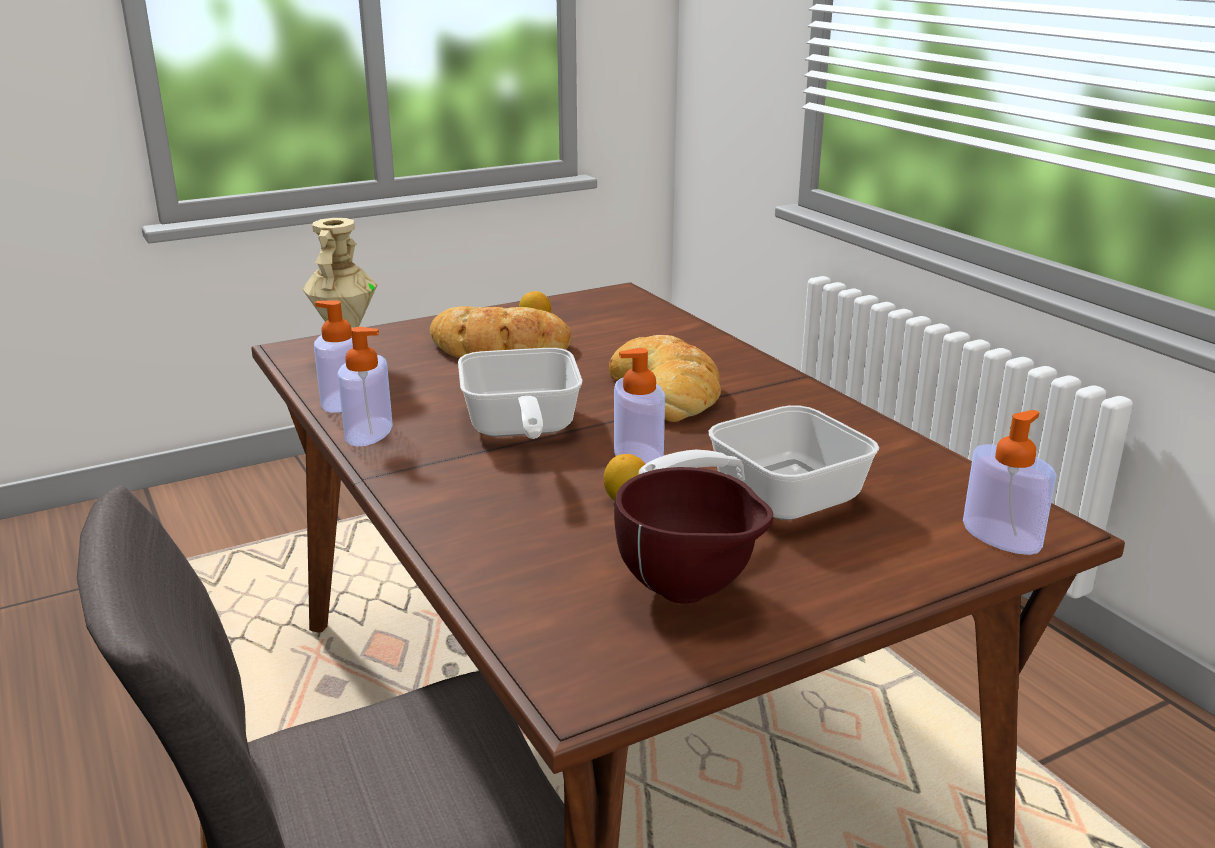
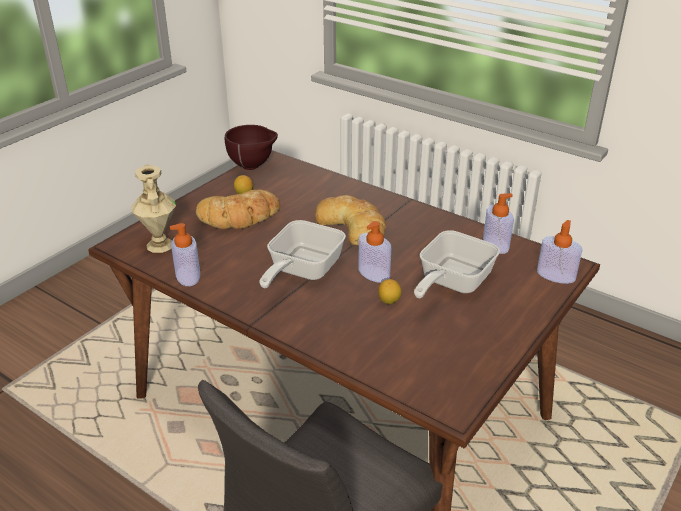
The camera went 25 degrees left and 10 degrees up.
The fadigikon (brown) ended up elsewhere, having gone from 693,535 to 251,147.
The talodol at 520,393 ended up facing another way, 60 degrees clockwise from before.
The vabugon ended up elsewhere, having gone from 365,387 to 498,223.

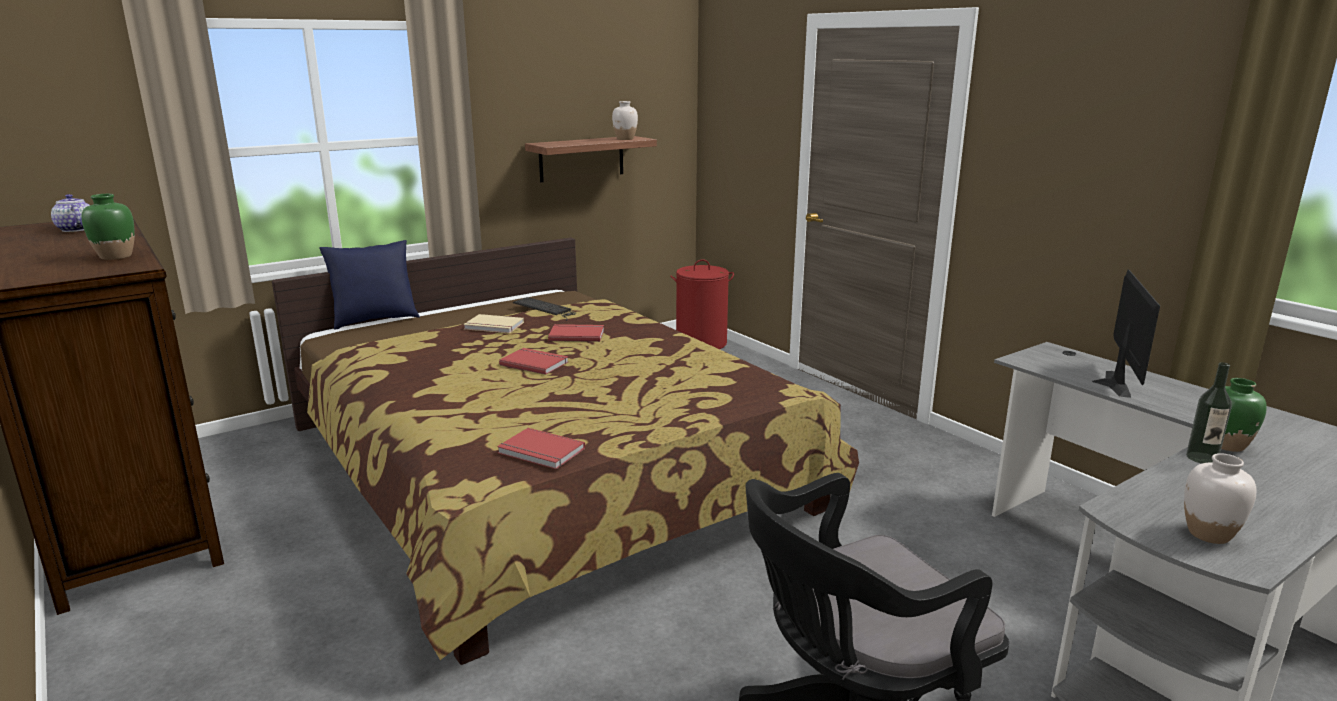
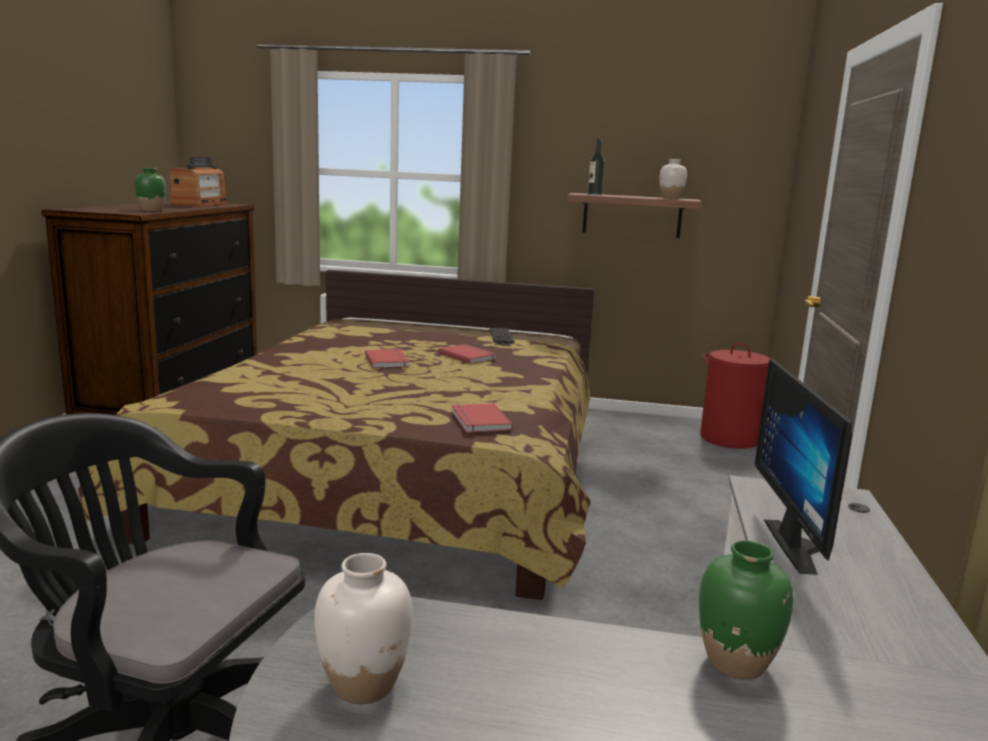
The camera went 45 degrees right and 5 degrees down.
Where the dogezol stood at 70,213, the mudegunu came to stand at 198,182.
The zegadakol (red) ended up elsewhere, having gone from 541,448 to 482,418.
The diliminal ended up elsewhere, having gone from 1209,413 to 596,167.
The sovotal at 1126,334 ended up facing another way, 120 degrees clockwise from before.
The second view lost the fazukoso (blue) at 369,285.
The second view lost the zegadakol (beige) at 493,323.

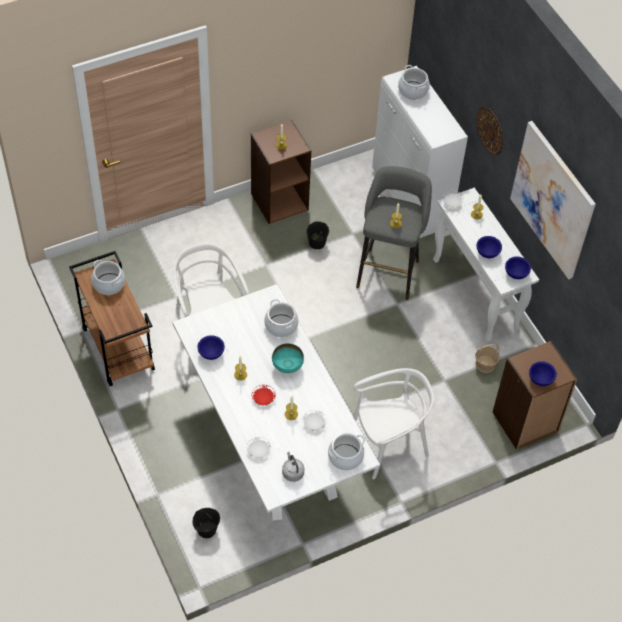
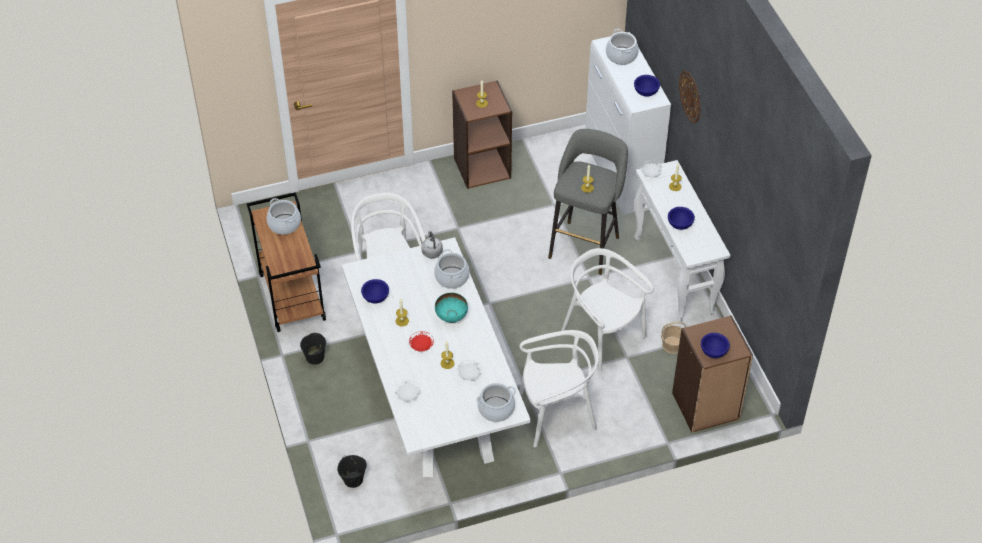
The camera went 10 degrees right and 5 degrees down.
The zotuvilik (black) ended up elsewhere, having gone from 317,235 to 313,349.
The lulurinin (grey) ended up elsewhere, having gone from 293,467 to 432,244.
The second view gained the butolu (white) at 607,310.
The fadigikon (blue) ended up elsewhere, having gone from 518,268 to 647,86.
The second view lost the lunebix at 553,200.

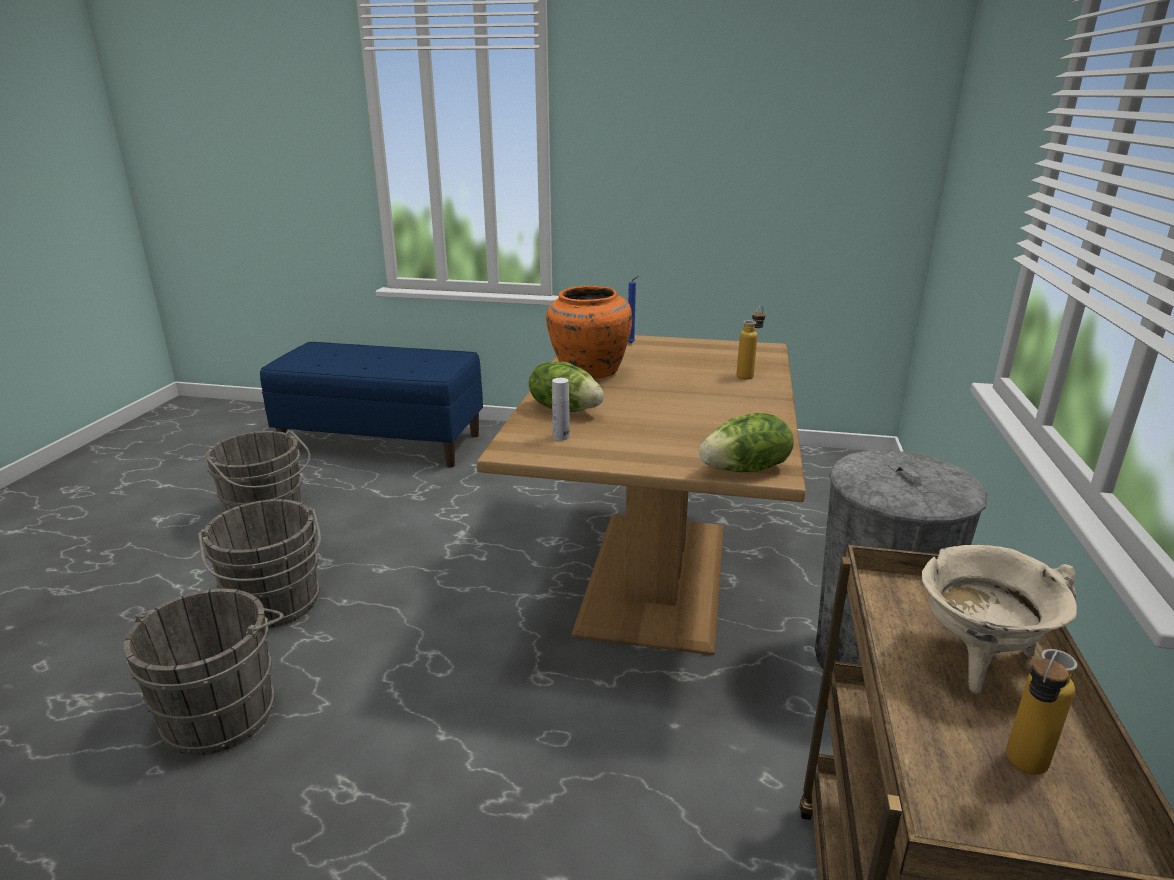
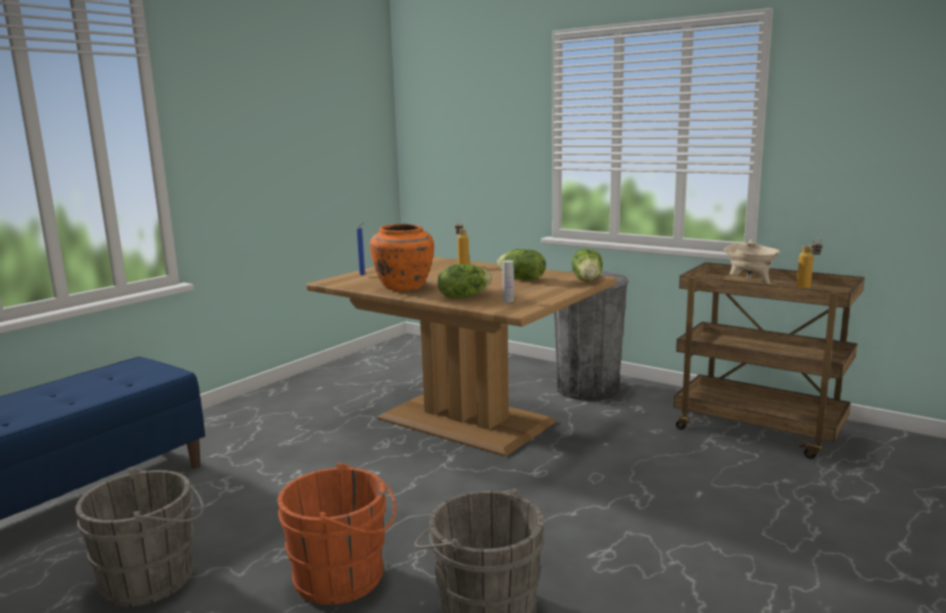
The camera went 65 degrees left and 10 degrees down.
What was the zotuvilik (grey) at 259,563 turned into the zotuvilik (orange) at 337,534.
The second view gained the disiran at 521,264.

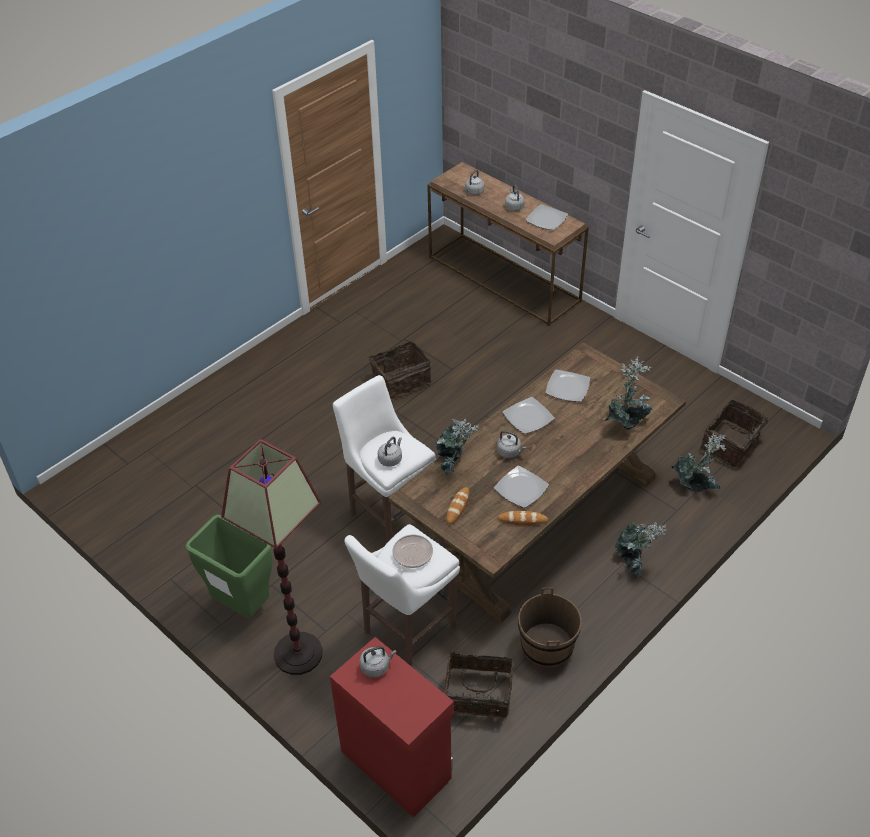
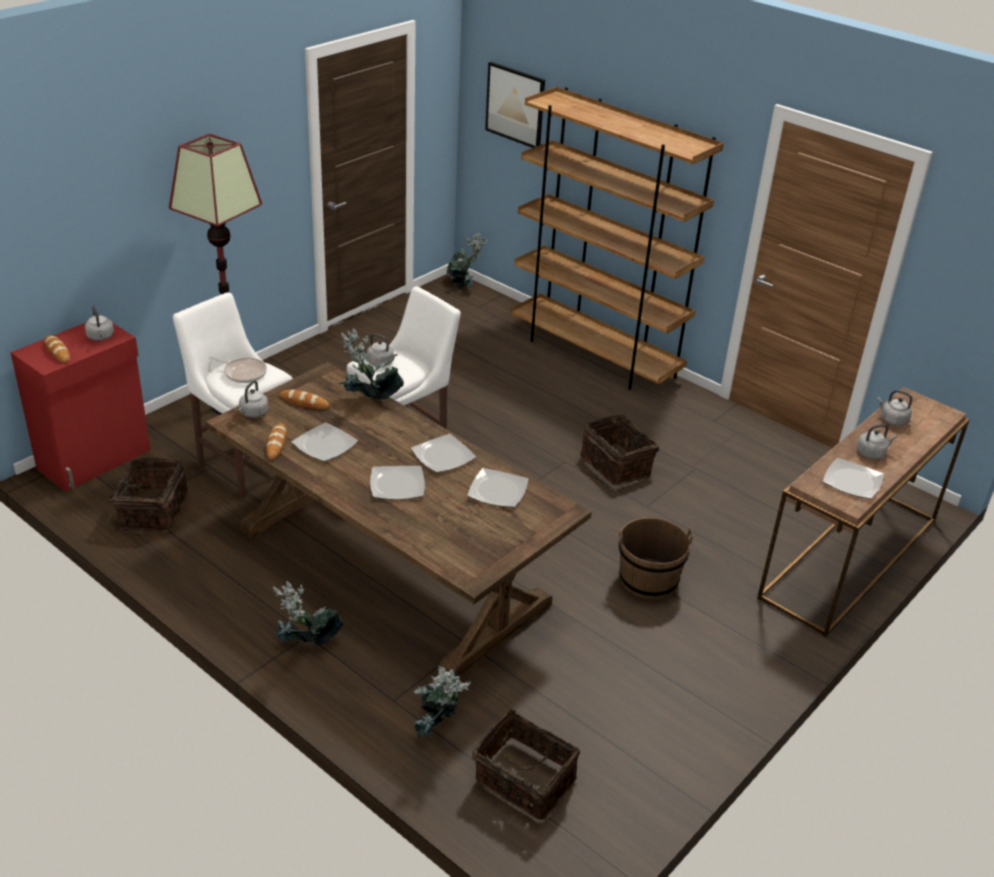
The camera went 85 degrees right and 10 degrees down.
The second view gained the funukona at 57,349.
The lulurinin (grey) ended up elsewhere, having gone from 511,444 to 253,399.
The second view gained the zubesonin at 397,483.
The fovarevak ended up elsewhere, having gone from 628,393 to 466,261.
The second view gained the lunebix at 515,105.
The second view gained the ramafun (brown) at 617,238.
The zotuvilik (brown) ended up elsewhere, having gone from 550,627 to 656,558.
The second view lost the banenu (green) at 229,566.

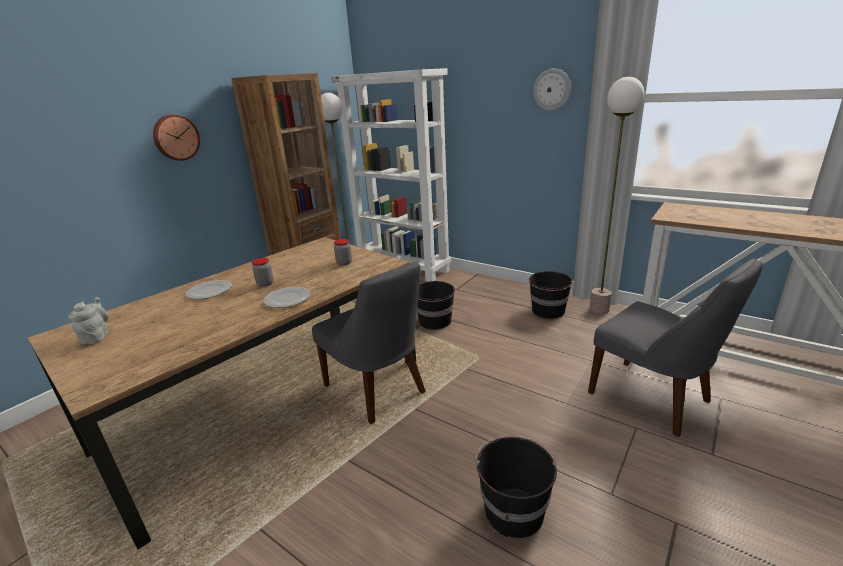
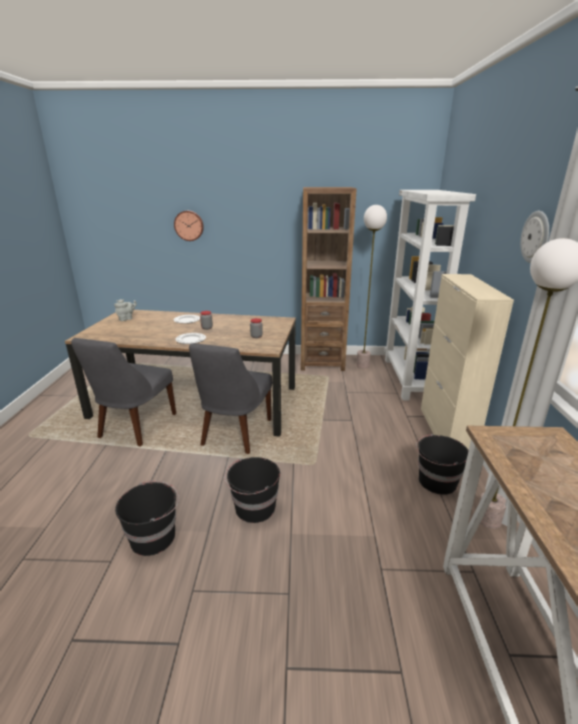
The camera went 55 degrees right and 0 degrees up.
The butolu (grey) ended up elsewhere, having gone from 675,348 to 123,392.
The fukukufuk ended up elsewhere, having gone from 176,137 to 189,226.
The zotuvilik (black) ended up elsewhere, having gone from 436,305 to 252,490.
The second view gained the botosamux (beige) at 467,362.

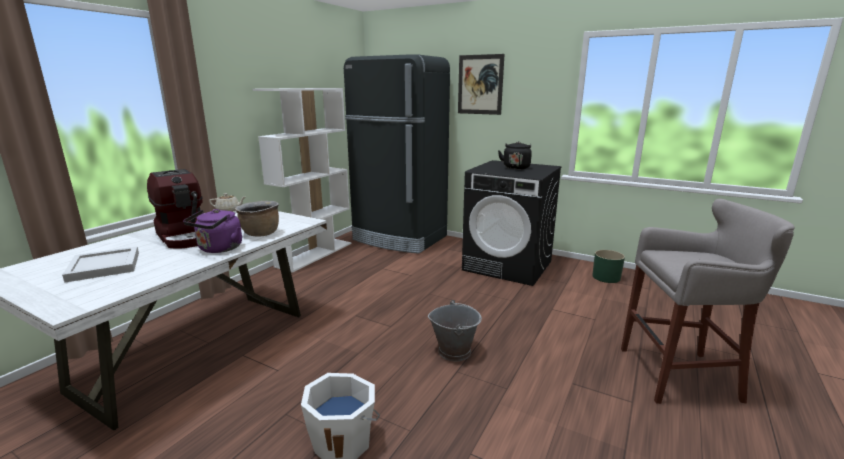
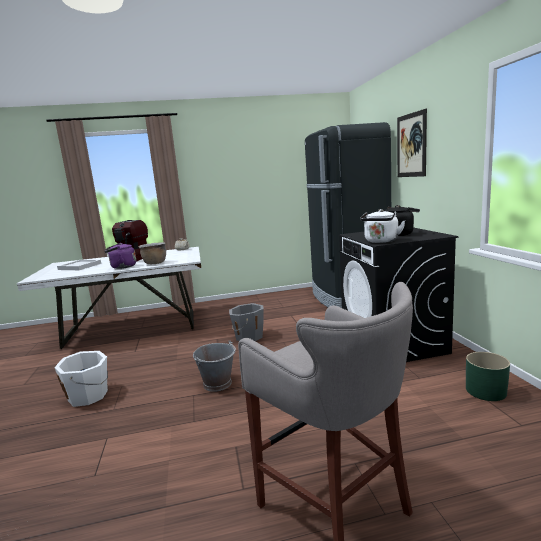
The camera went 50 degrees right and 5 degrees down.
The second view gained the zotuvilik (grey) at 246,322.
The second view gained the lulurinin (white) at 382,226.
The second view lost the ramafun (white) at 302,180.

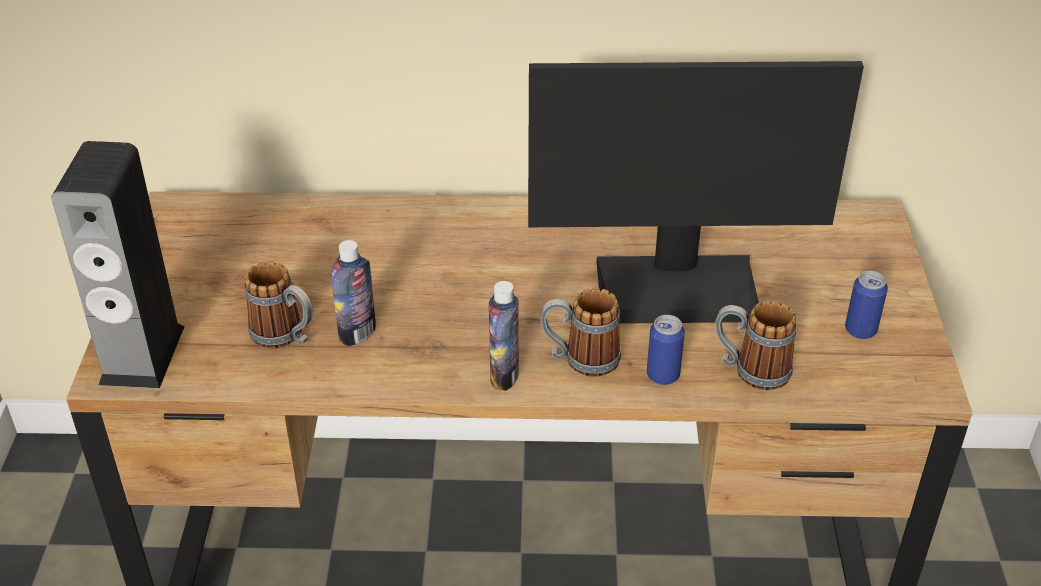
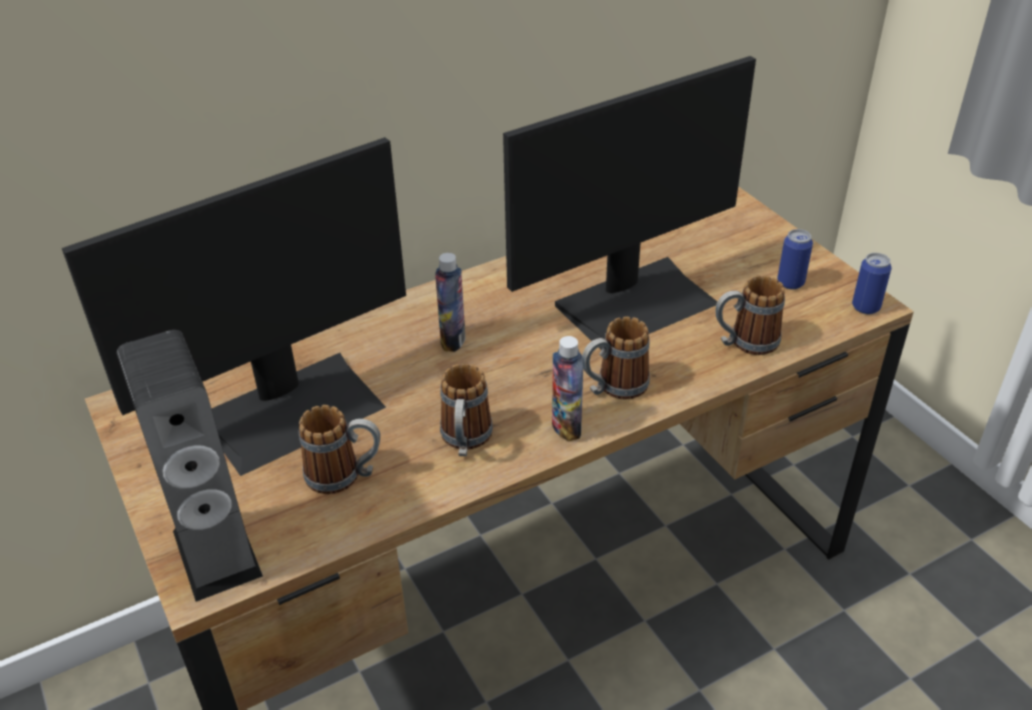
The camera went 30 degrees left and 0 degrees up.
The second view gained the sovotal at 234,306.
The diliminal ended up elsewhere, having gone from 354,293 to 450,302.
The second view gained the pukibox at 466,409.
The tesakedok ended up elsewhere, having gone from 666,350 to 872,283.

